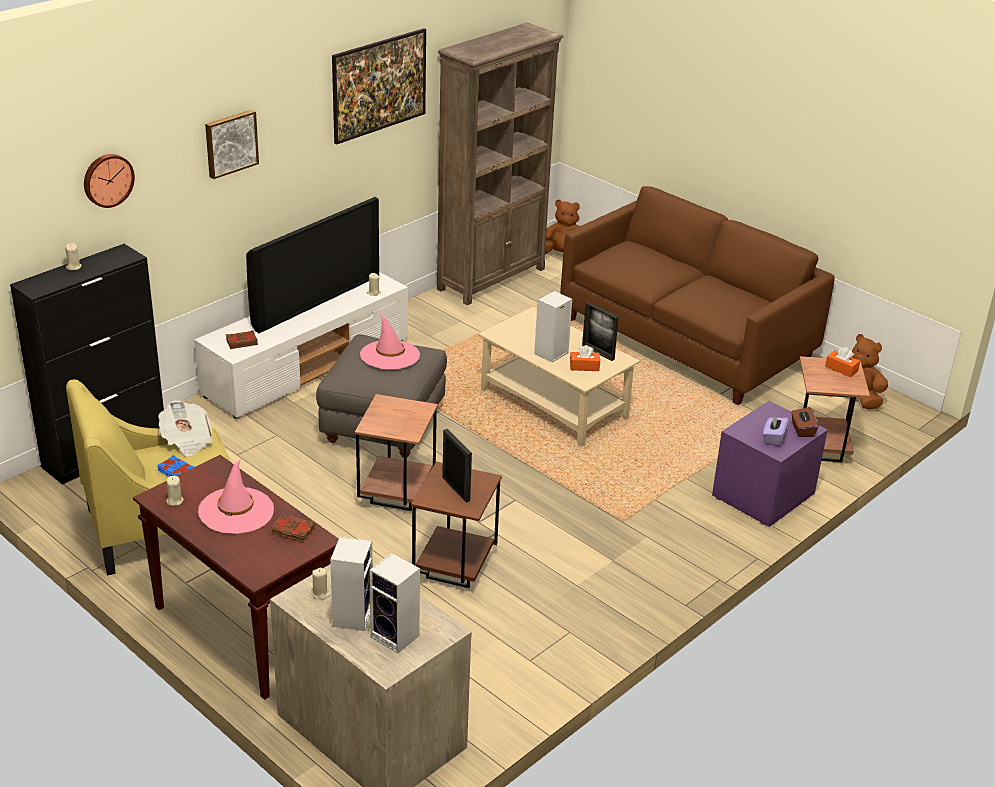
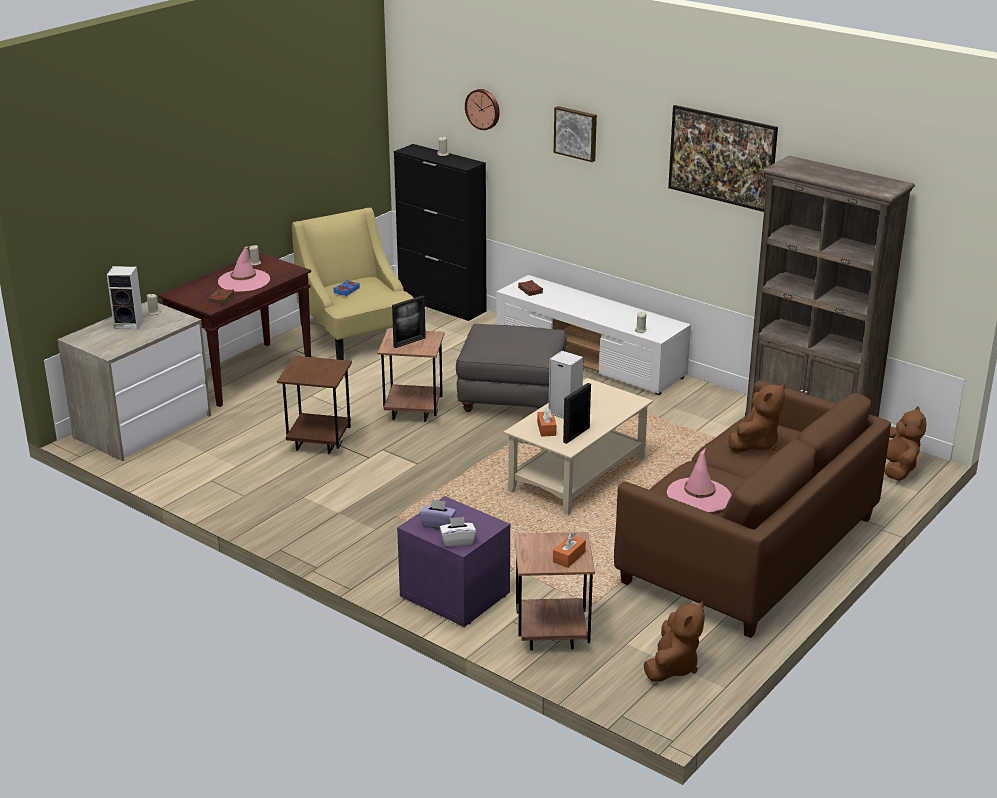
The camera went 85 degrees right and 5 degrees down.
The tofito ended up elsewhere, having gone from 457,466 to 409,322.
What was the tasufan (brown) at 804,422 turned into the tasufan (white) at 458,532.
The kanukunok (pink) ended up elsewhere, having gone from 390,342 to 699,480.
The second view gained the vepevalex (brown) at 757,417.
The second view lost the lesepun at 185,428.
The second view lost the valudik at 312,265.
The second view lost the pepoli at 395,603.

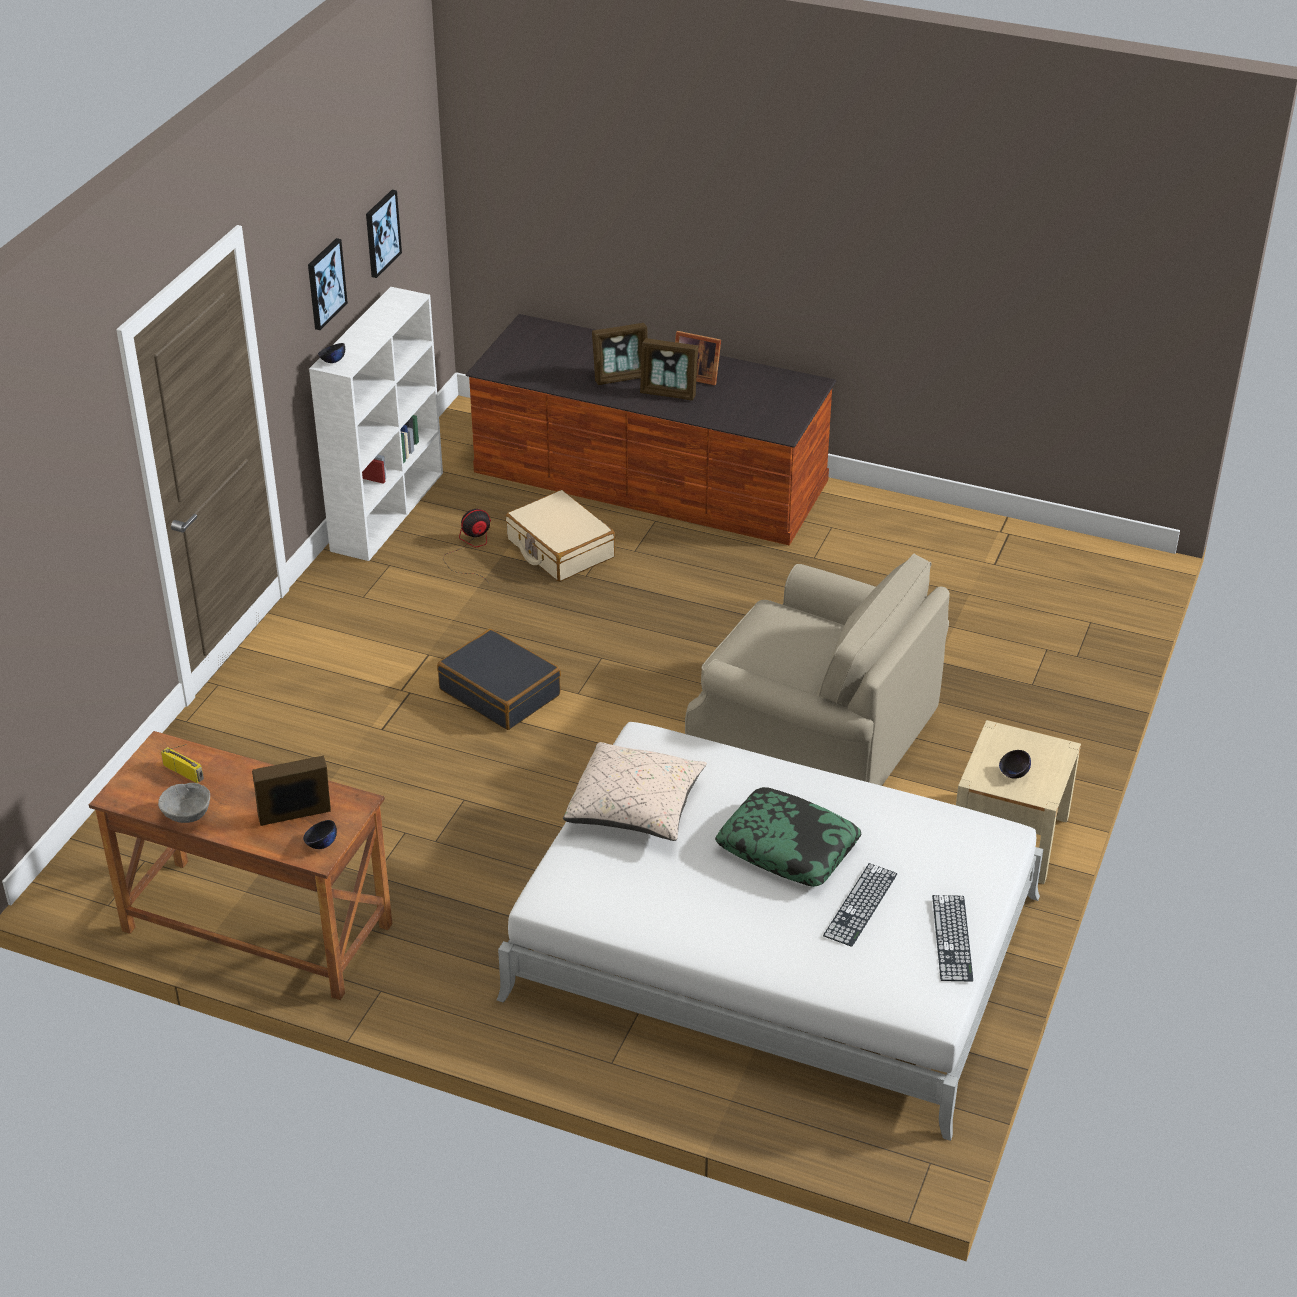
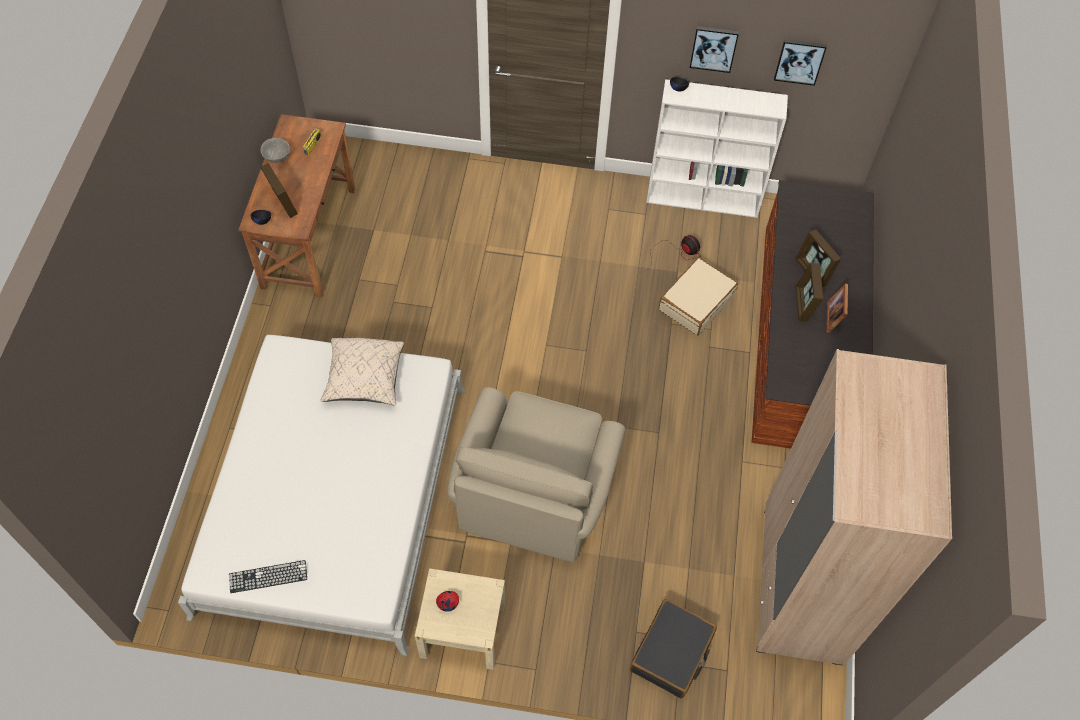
The camera went 75 degrees right and 20 degrees up.
What was the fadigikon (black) at 1015,764 turned into the fadigikon (red) at 447,601.
The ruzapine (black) ended up elsewhere, having gone from 499,679 to 673,649.
The second view gained the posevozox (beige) at 854,507.
The second view lost the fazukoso at 788,837.
The second view lost the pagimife at 860,905.

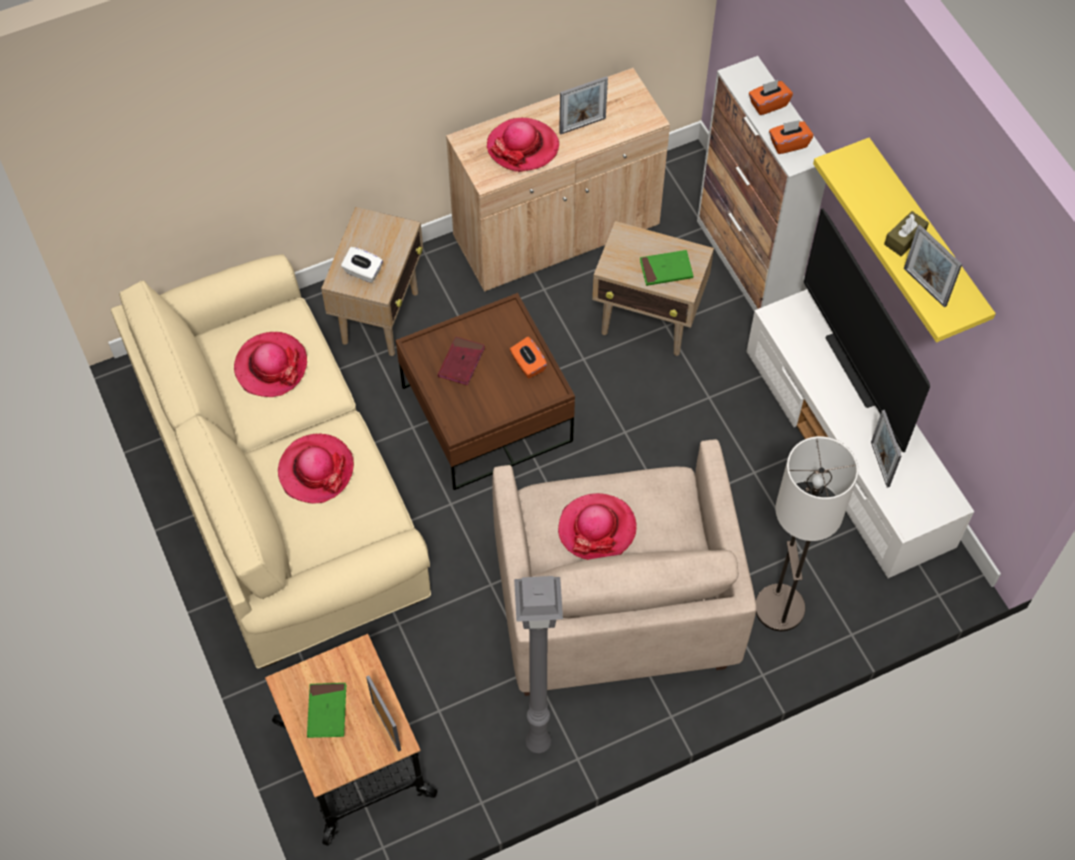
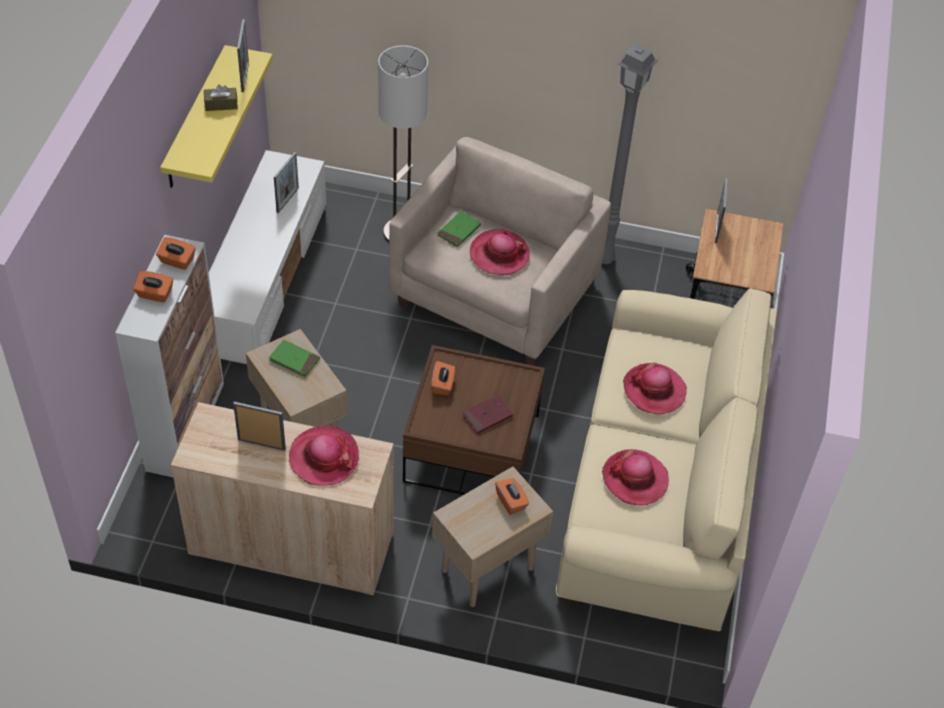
The camera went 145 degrees left and 10 degrees down.
The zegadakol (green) ended up elsewhere, having gone from 326,710 to 459,229.
What was the tasufan (white) at 362,265 turned into the tasufan (orange) at 512,496.
The second view lost the valudik at 867,330.

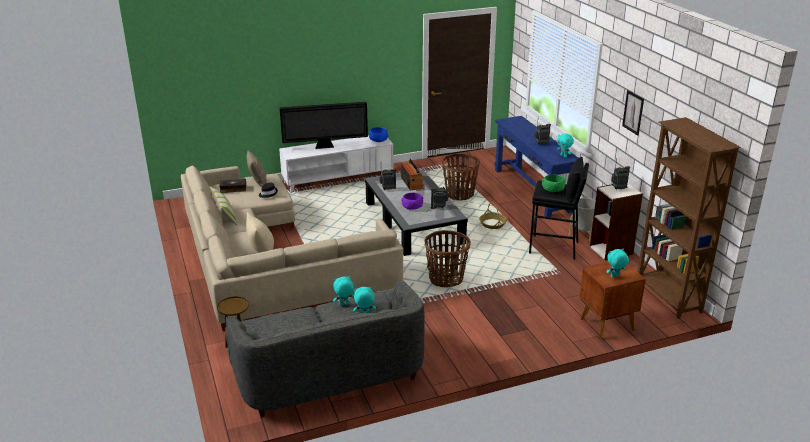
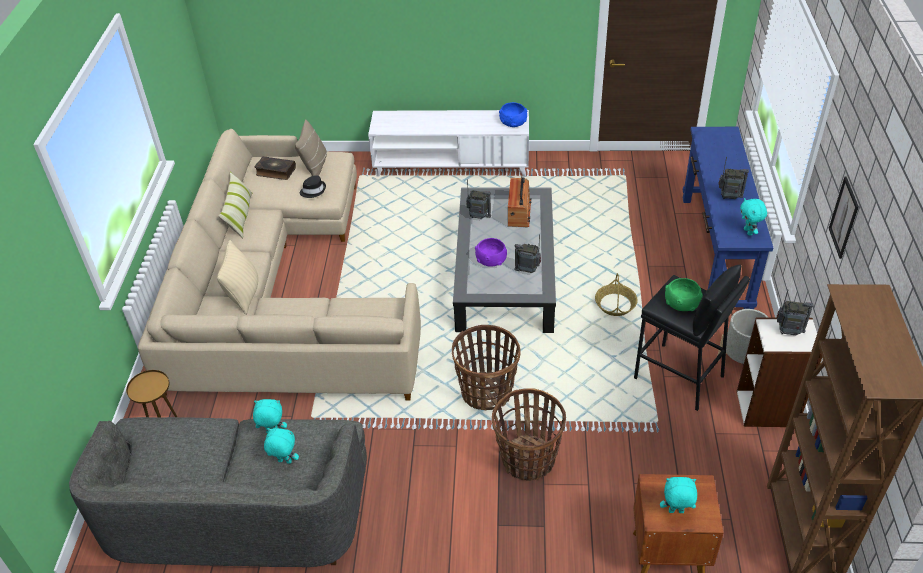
The camera went 25 degrees right and 15 degrees up.
The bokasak ended up elsewhere, having gone from 461,176 to 529,434.
The second view lost the valudik at 323,125.

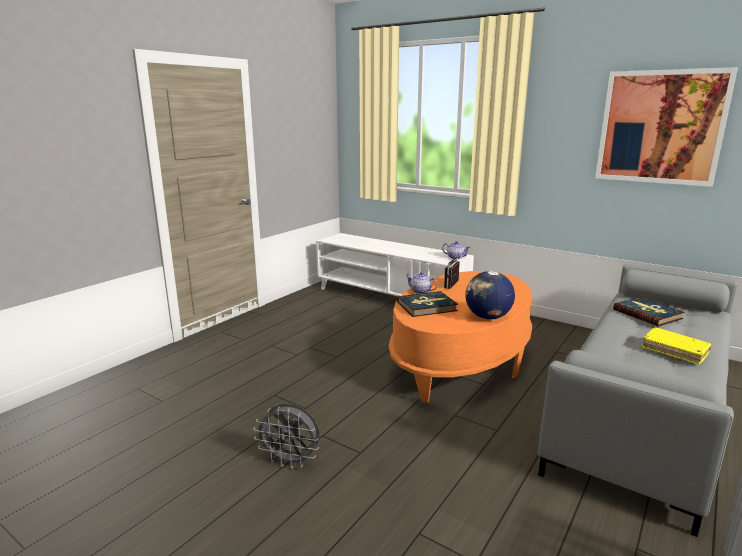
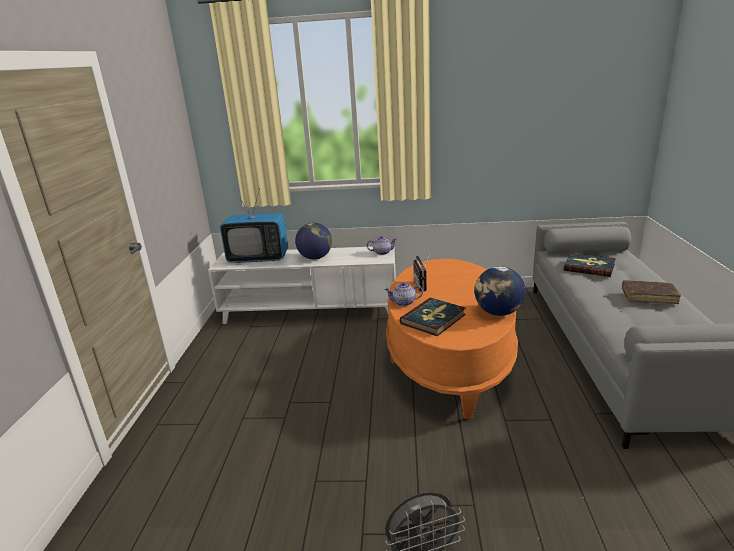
The camera went 30 degrees left and 5 degrees up.
The second view gained the valudik at 254,225.
The second view gained the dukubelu at 313,241.
What was the zegadakol (yellow) at 677,346 turned into the zegadakol (brown) at 651,292.
The second view lost the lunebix at 666,127.

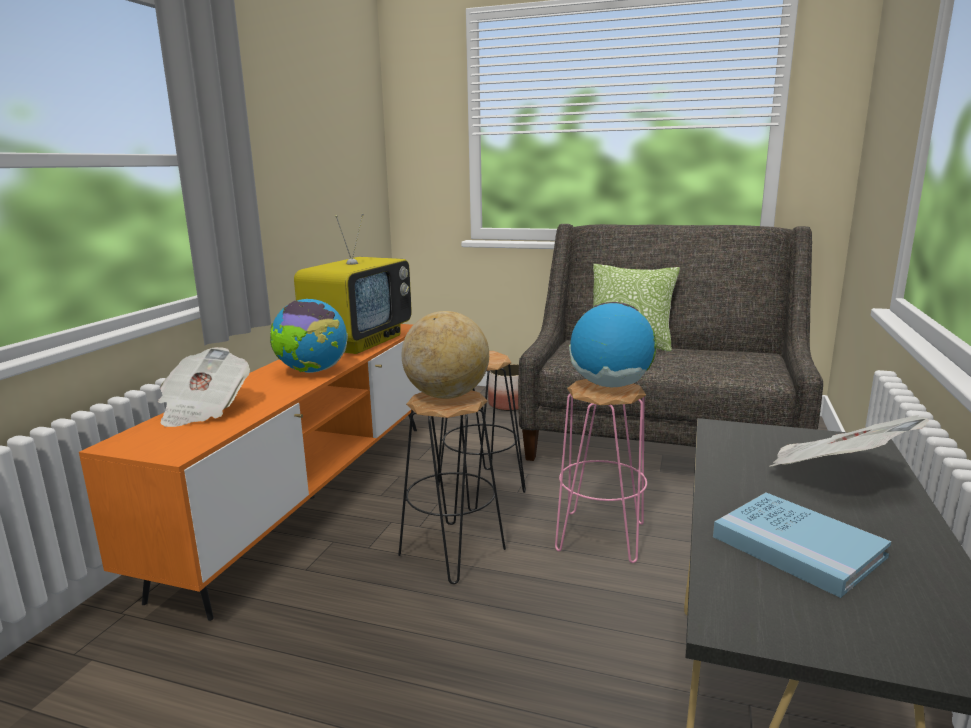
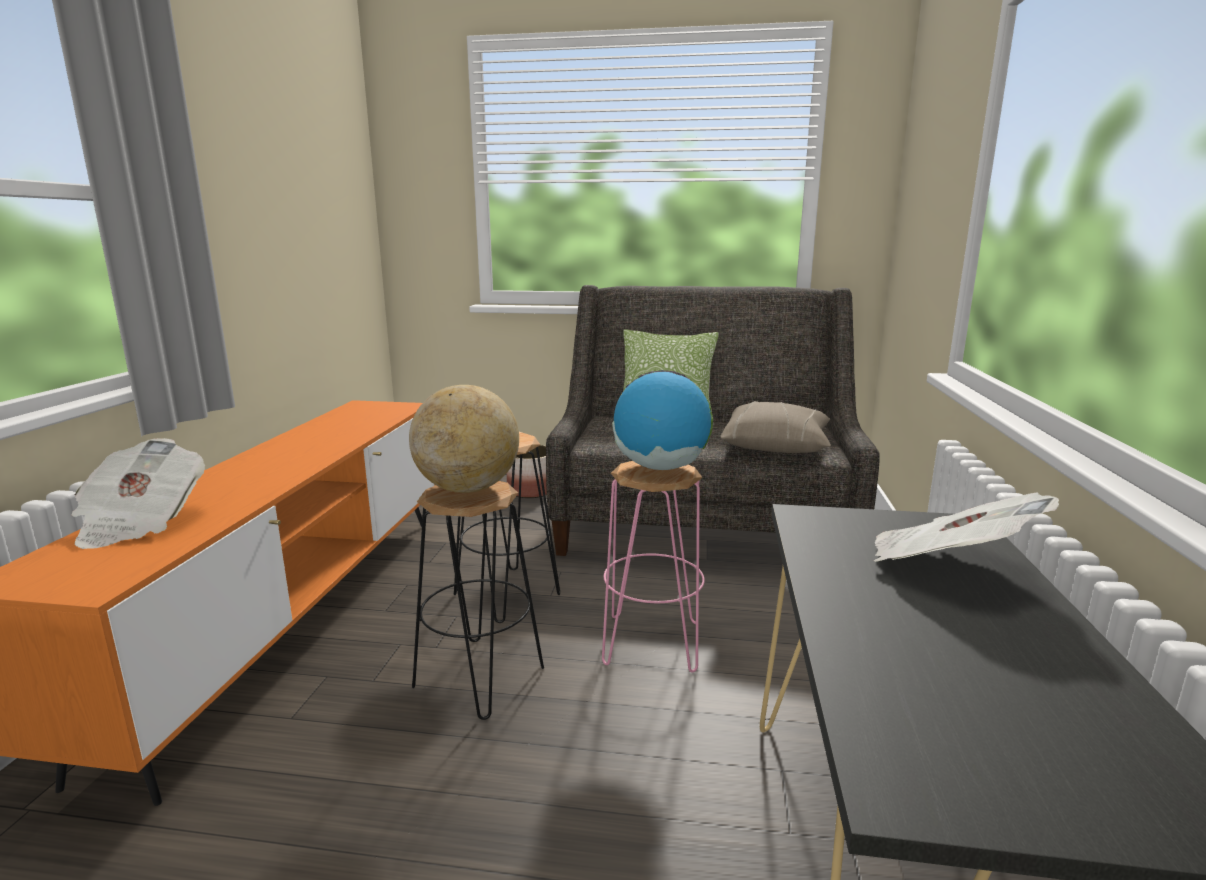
The camera went 10 degrees left and 0 degrees up.
The second view gained the fazukoso (beige) at 776,427.
The second view lost the dukubelu at 309,336.
The second view lost the valudik at 353,283.
The second view lost the zegadakol (blue) at 802,545.

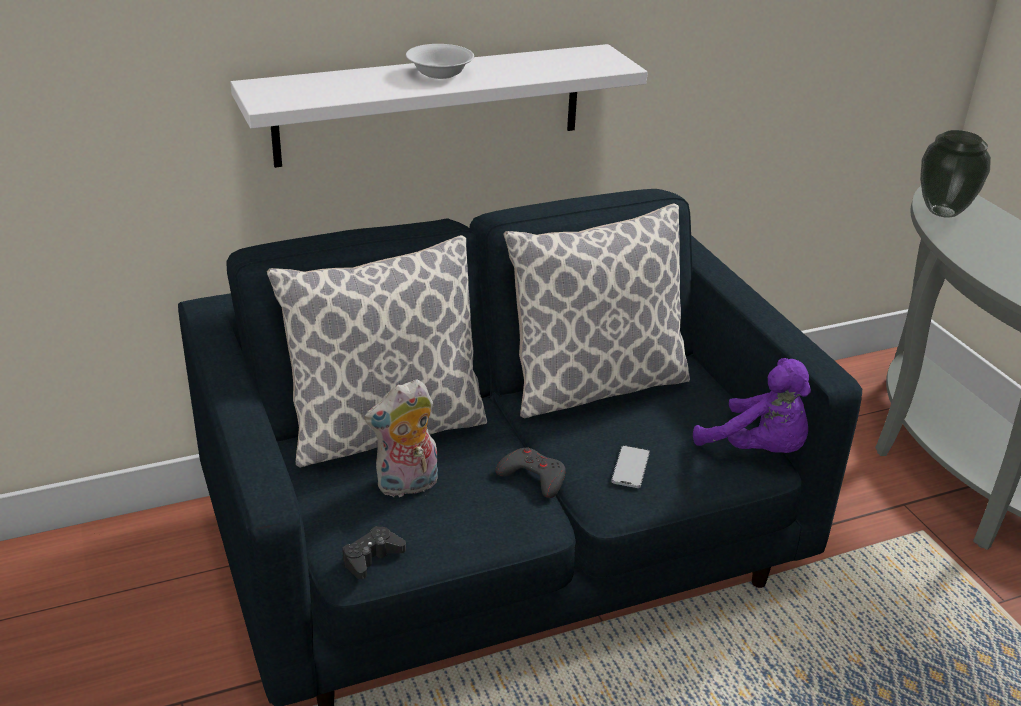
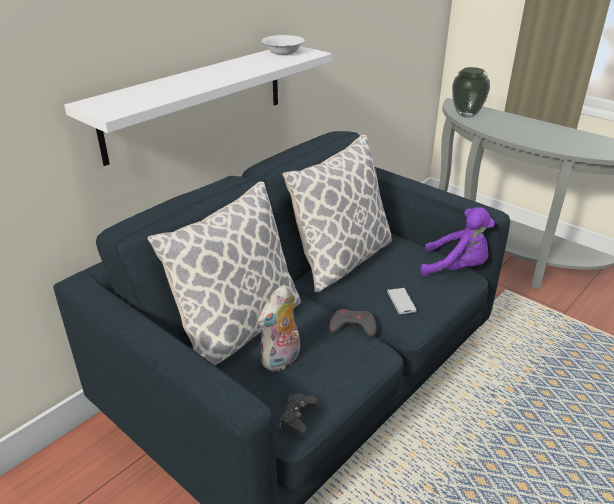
The camera went 25 degrees left and 0 degrees up.
The fadigikon (white) ended up elsewhere, having gone from 440,61 to 283,45.

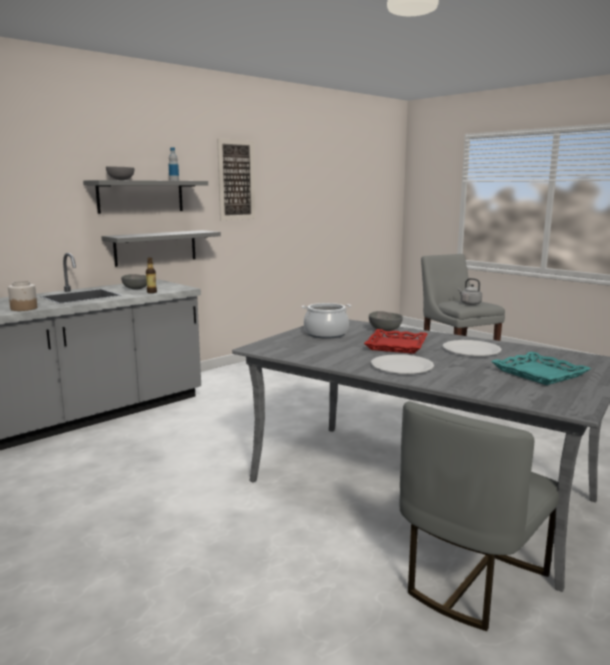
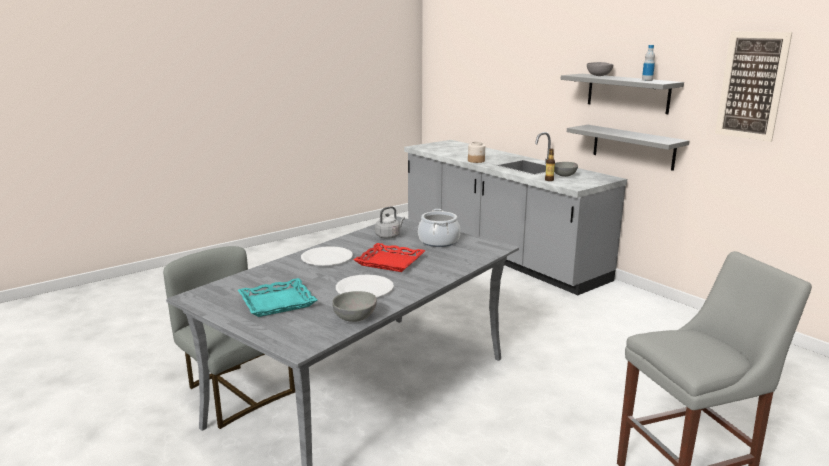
The camera went 95 degrees right and 5 degrees up.
The fadigikon (grey) ended up elsewhere, having gone from 386,321 to 354,306.
The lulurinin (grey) ended up elsewhere, having gone from 470,291 to 390,222.

